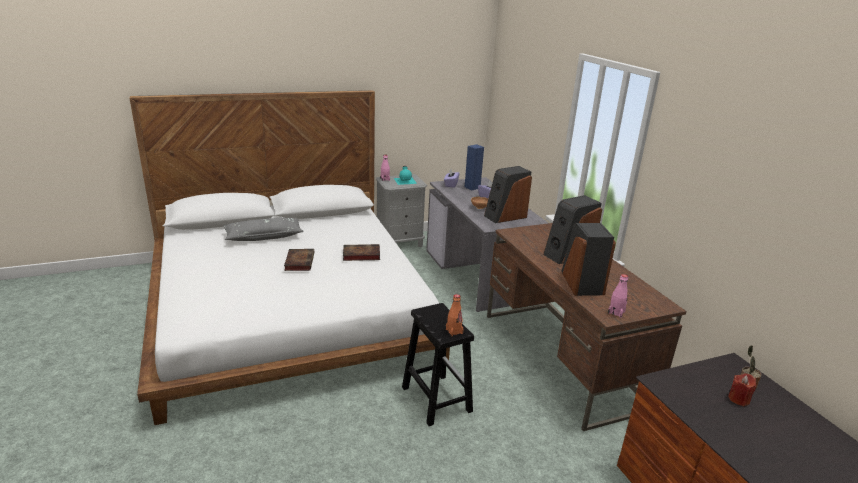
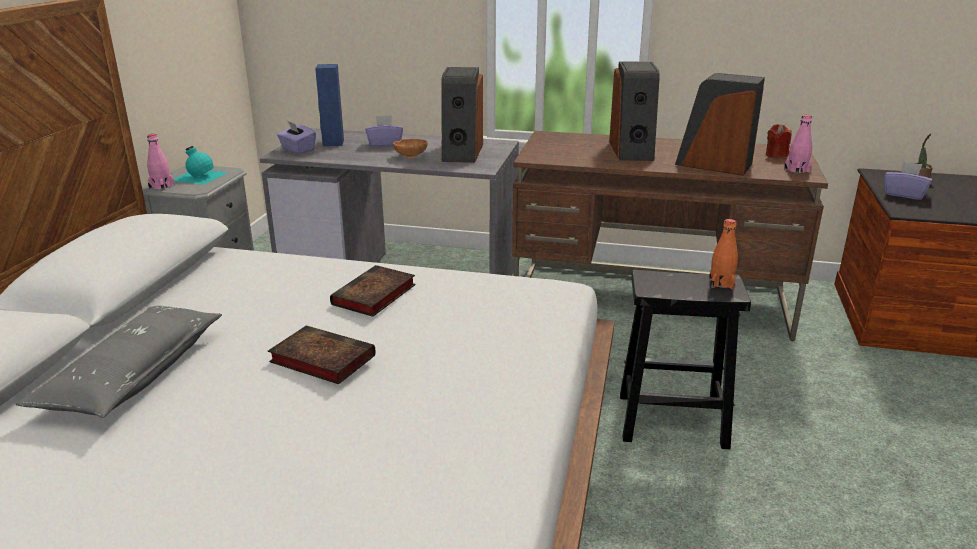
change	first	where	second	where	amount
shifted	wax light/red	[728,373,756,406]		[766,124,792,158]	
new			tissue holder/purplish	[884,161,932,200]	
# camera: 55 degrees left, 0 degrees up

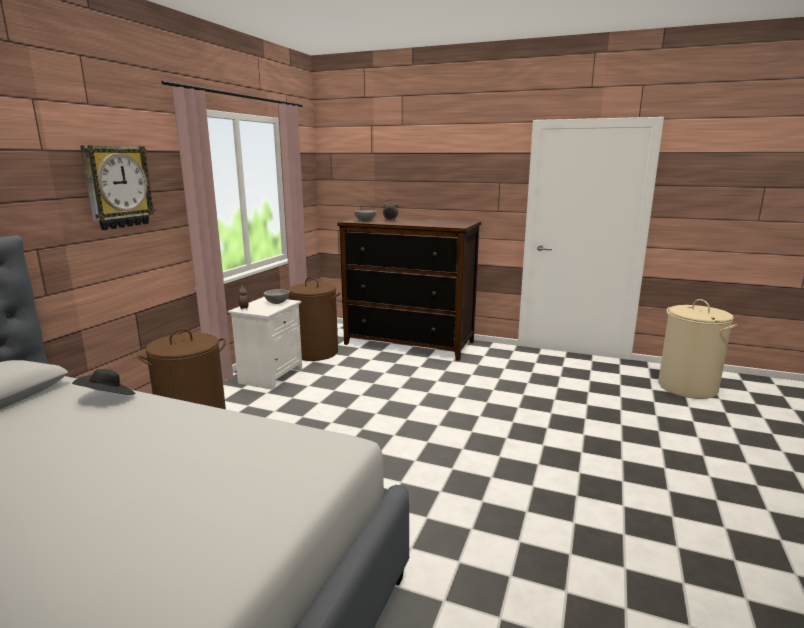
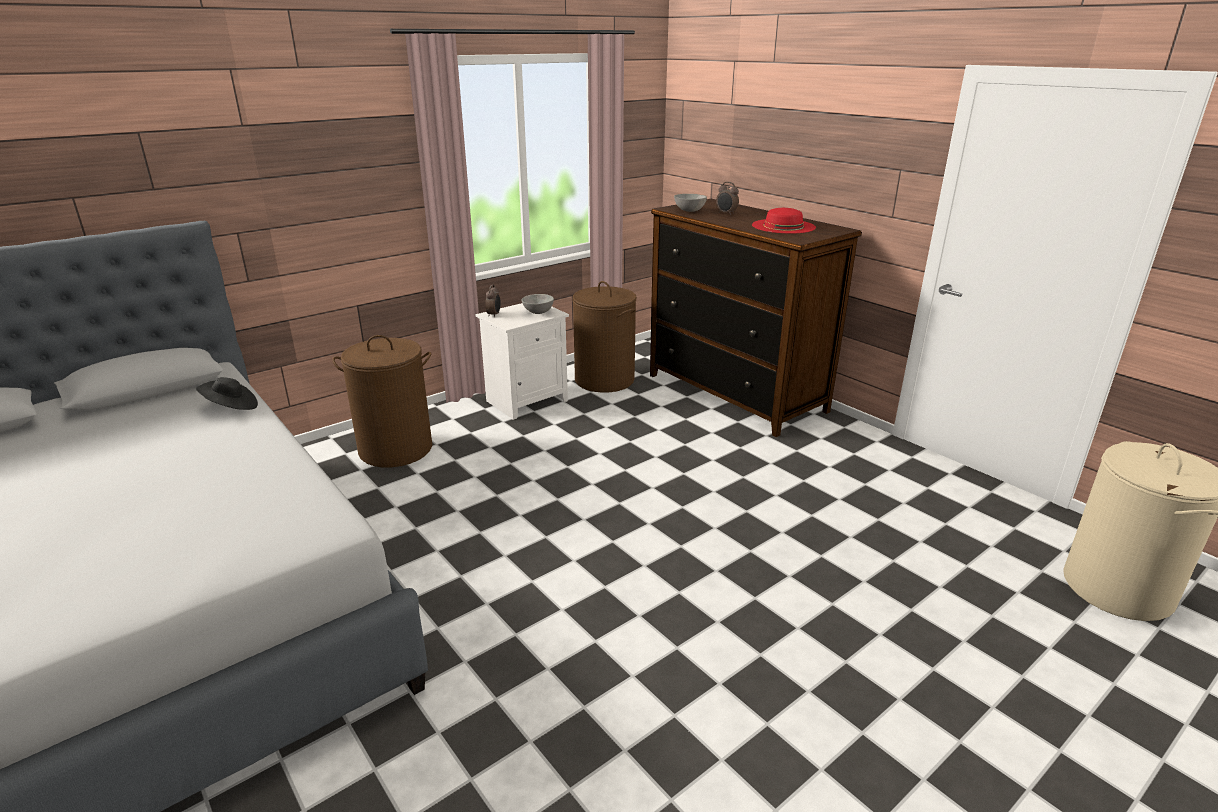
change	first	where	second	where	amount
new			wearable hat/red	[752,208,816,233]	
gone	hanging clock	[80,145,156,230]			
# camera: 30 degrees right, 10 degrees up

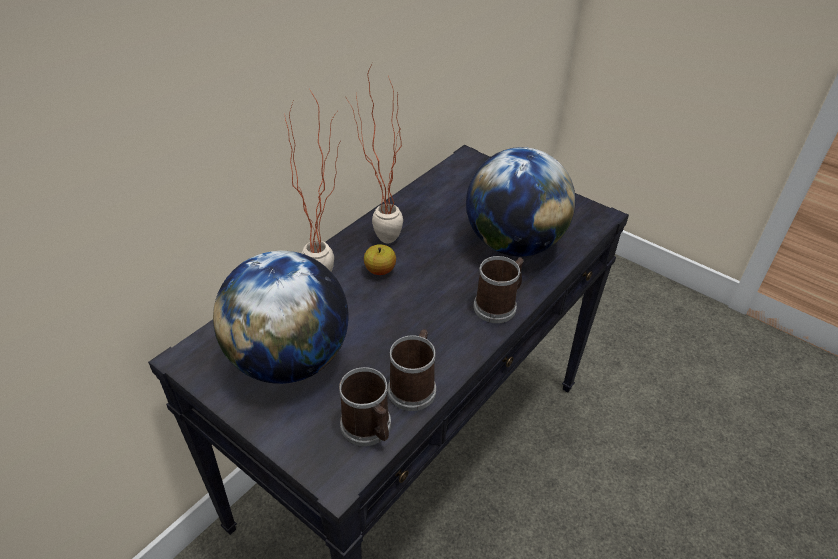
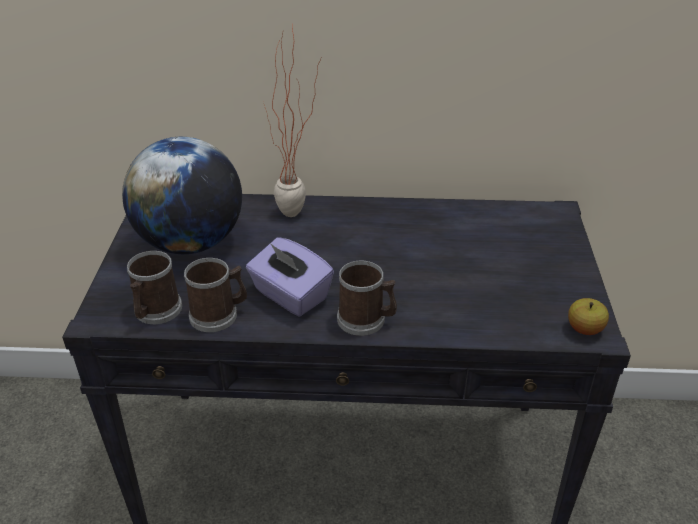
change	first	where	second	where	amount
new			tissue holder/purplish	[246,237,334,316]	
shifted	whole apple	[364,244,396,275]		[568,298,609,335]	
gone	potted plant	[346,63,403,243]			
gone	globe	[466,147,576,257]			
# camera: 55 degrees right, 5 degrees down

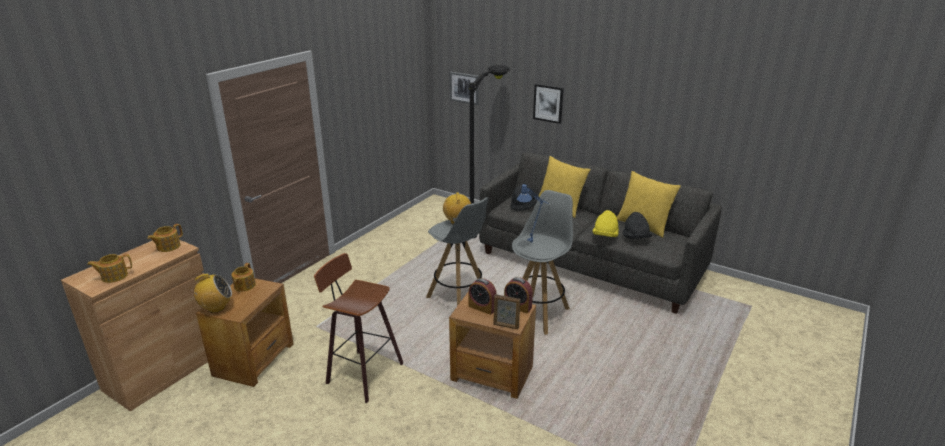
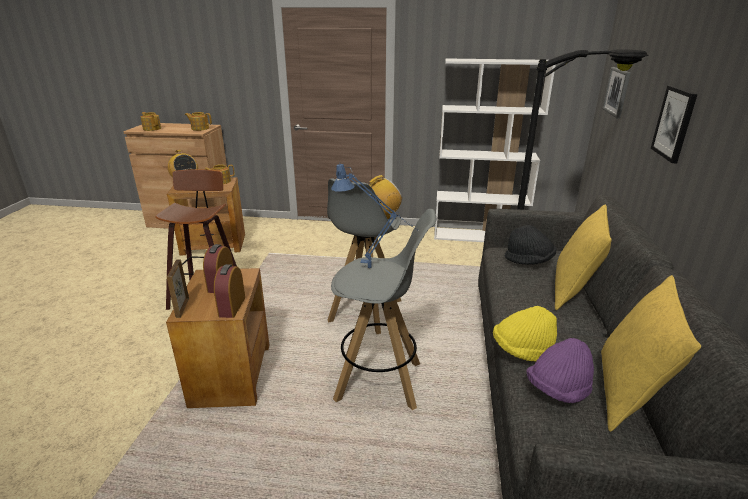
change	first	where	second	where	amount
new			bookcase/white	[434,58,556,242]	
repainted	wearable hat/black	[622,212,653,239]	wearable hat/purplish	[526,338,594,403]	
# camera: 65 degrees right, 0 degrees up

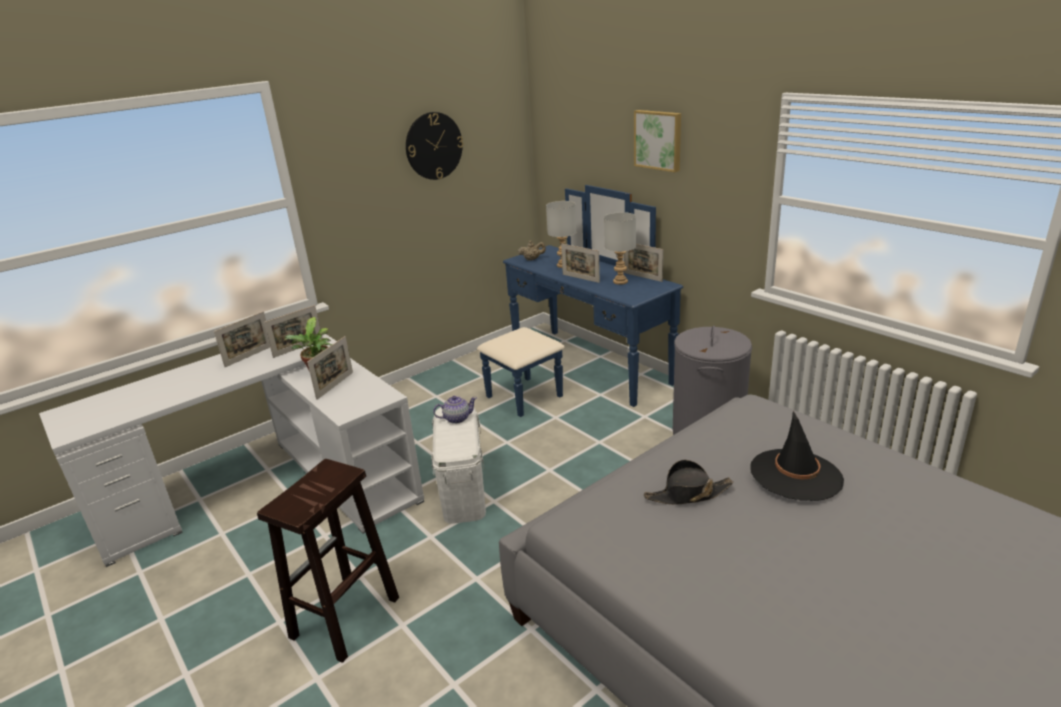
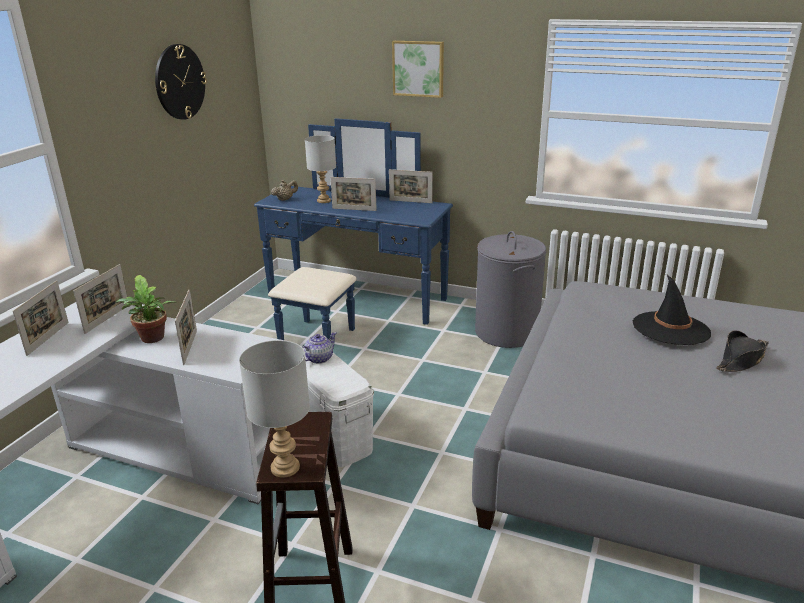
change	first	where	second	where	amount
shifted	tabletop lamp/gray	[604,212,636,285]		[239,340,310,478]	
shifted	wearable hat/black	[644,460,733,505]		[716,330,769,372]	
# camera: 30 degrees left, 0 degrees up

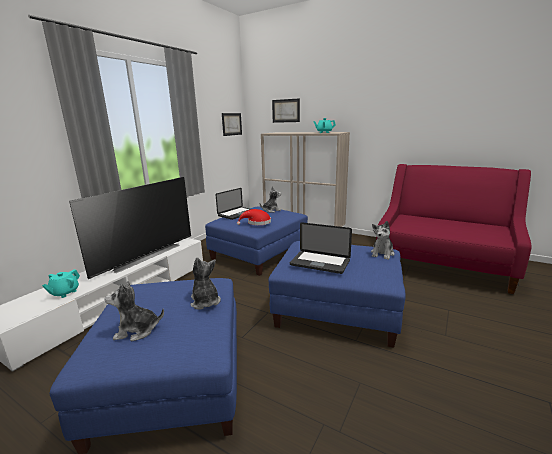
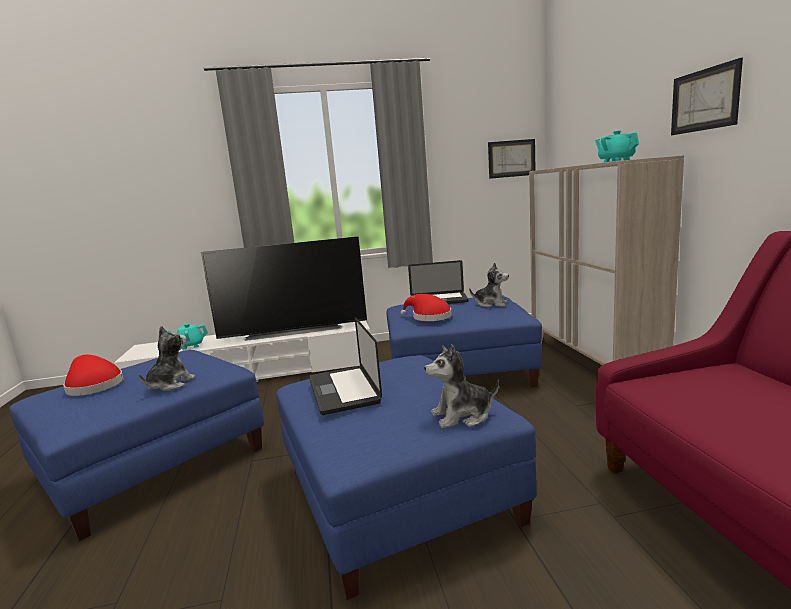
change	first	where	second	where	amount
swapped	cuddly toy	[105,281,164,342]	wearable hat/red	[63,355,123,396]	
shifted	wall art	[272,98,300,123]		[671,58,743,135]	
# camera: 50 degrees right, 5 degrees down

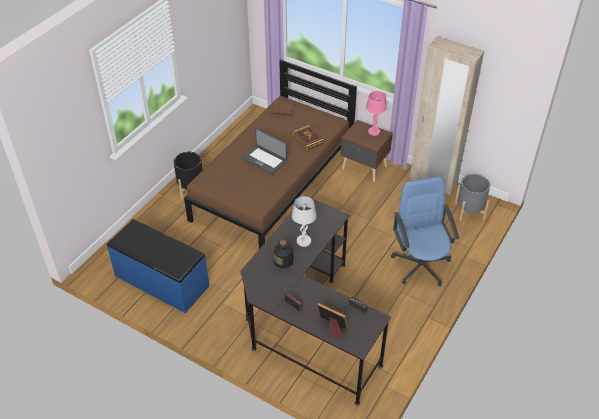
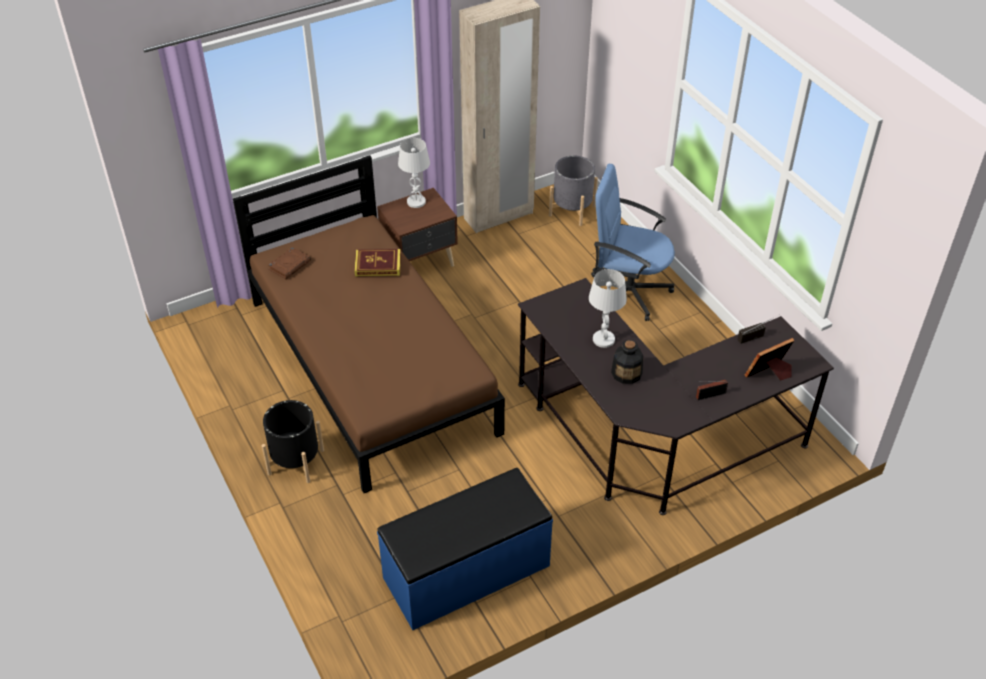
change	first	where	second	where	amount
repainted	tabletop lamp/pink-coloured	[366,91,387,136]	tabletop lamp/white	[398,138,430,208]	
gone	portable computer	[242,128,287,175]			
# camera: 60 degrees left, 0 degrees up

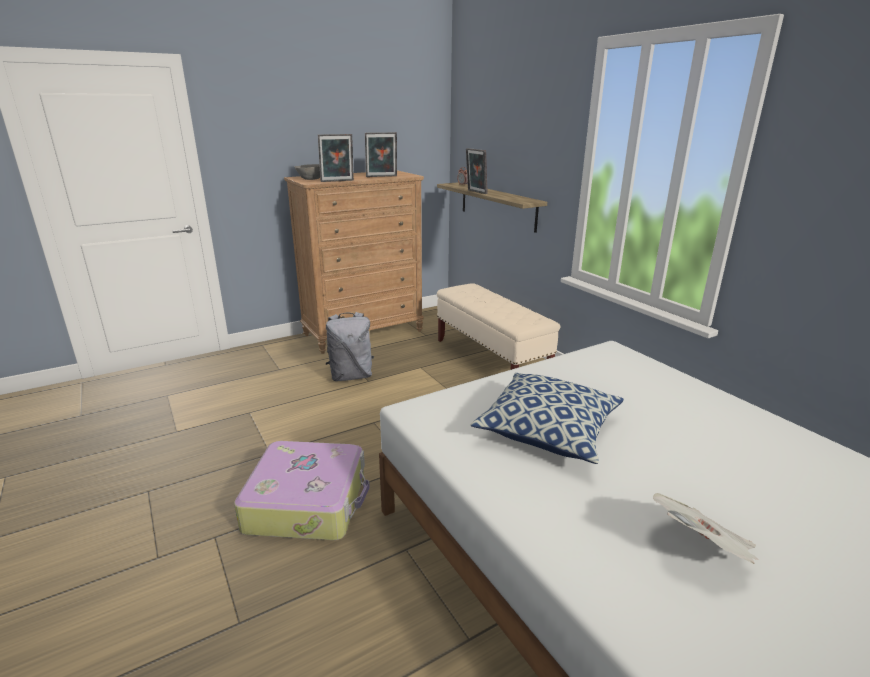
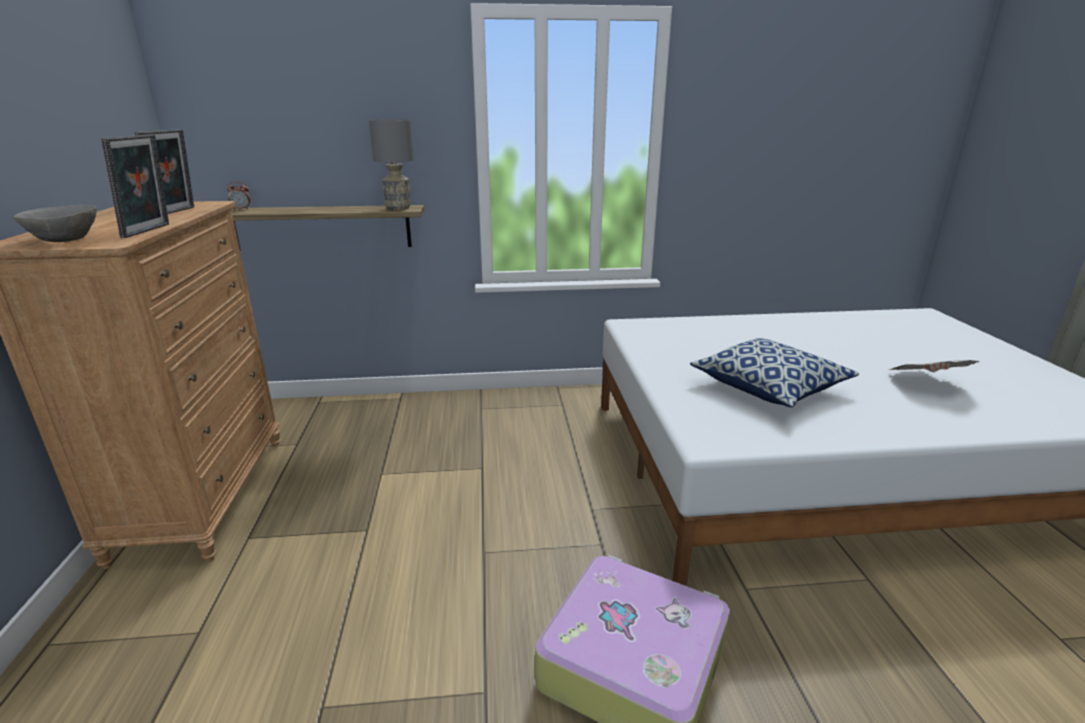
change	first	where	second	where	amount
new			tabletop lamp/gray	[369,119,414,210]	
gone	knapsack/gray	[326,312,374,381]			
gone	indoor bench/beige-coloured	[437,283,560,370]			
gone	picture frame	[466,148,488,194]			
# camera: 65 degrees left, 0 degrees up

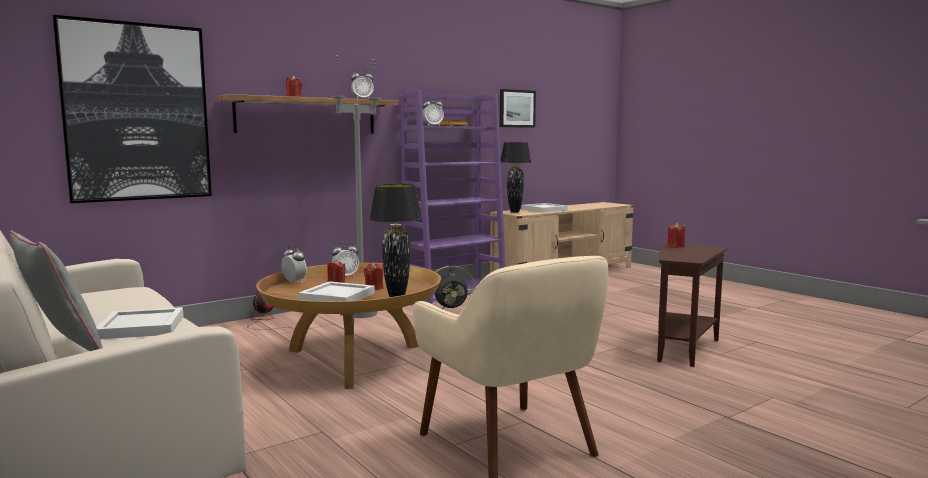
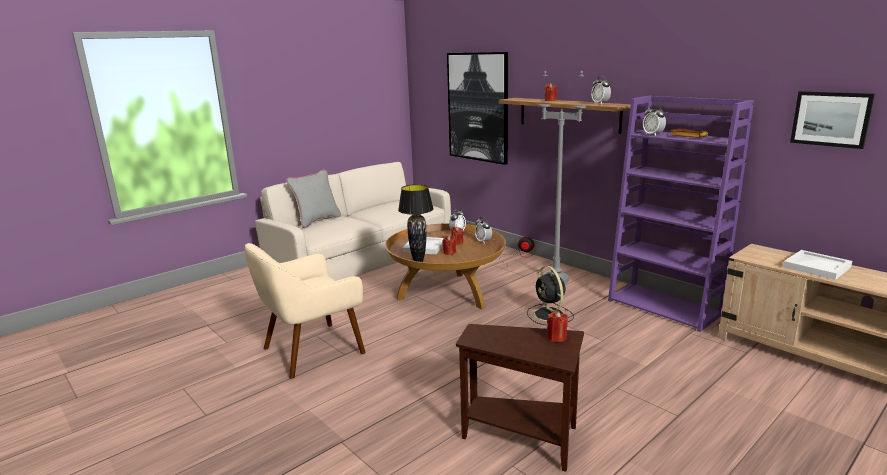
change	first	where	second	where	amount
gone	tray/white	[96,307,183,339]			
gone	tabletop lamp/black	[501,142,531,213]			
# camera: 85 degrees right, 10 degrees up

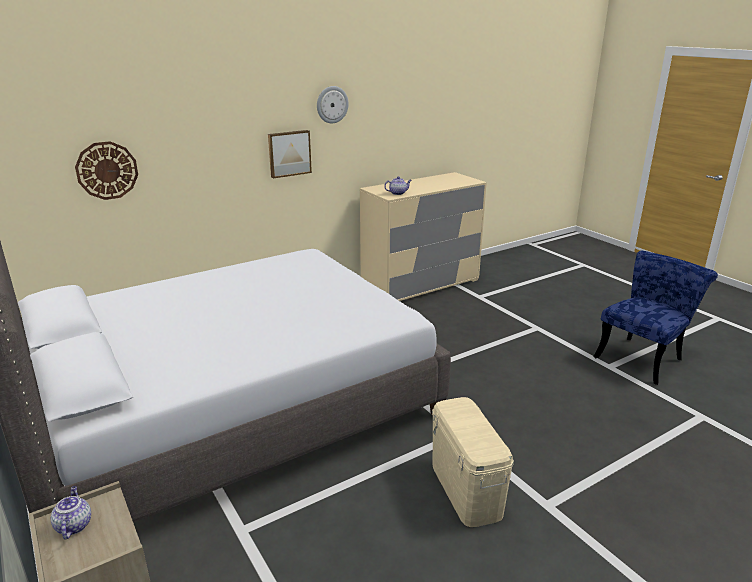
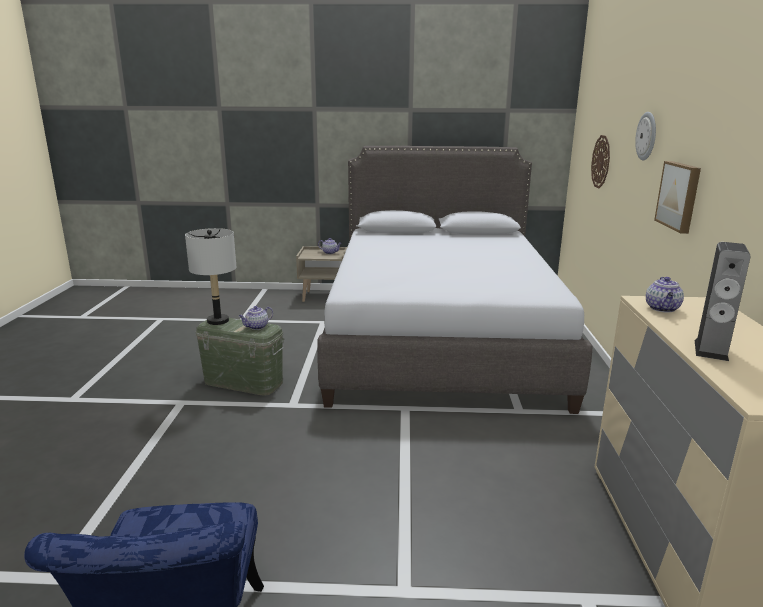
change	first	where	second	where	amount
new			tabletop lamp/gray	[185,228,236,325]	
repainted	storage bin/beige-coloured	[432,397,514,527]	storage bin/green	[196,318,285,396]	
new			pot for tea	[239,306,273,330]	
shifted	hanging clock	[317,86,349,124]		[635,112,656,160]	
new			loudspeaker	[695,242,751,361]	
# camera: 125 degrees right, 5 degrees down

